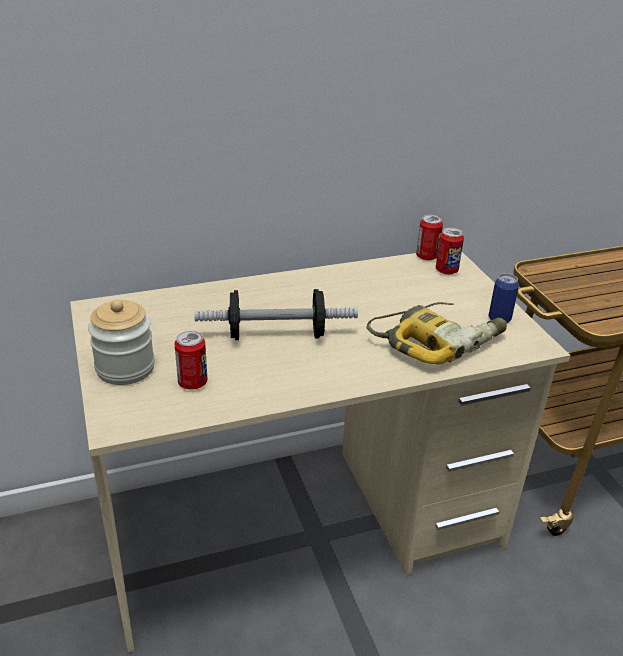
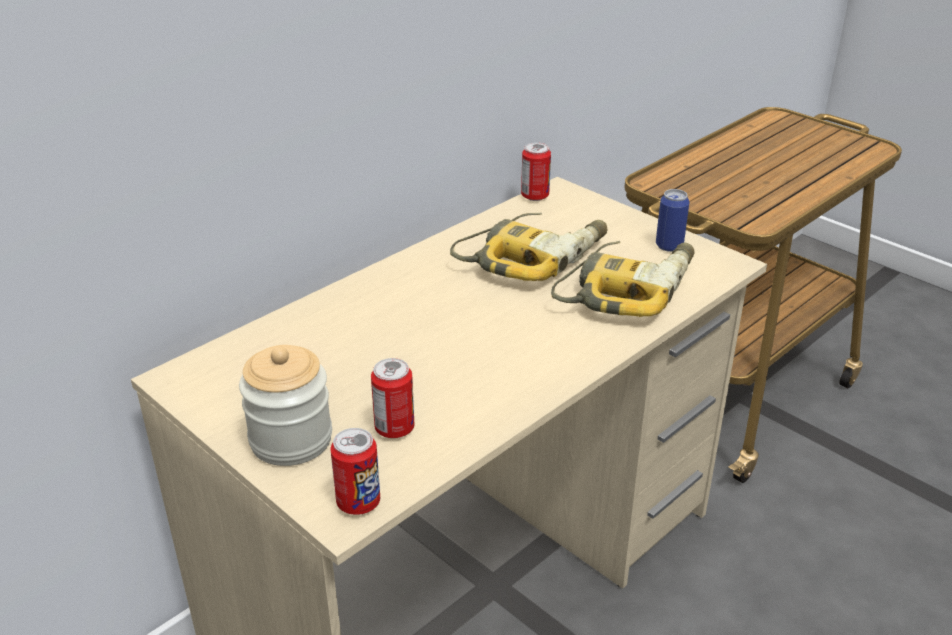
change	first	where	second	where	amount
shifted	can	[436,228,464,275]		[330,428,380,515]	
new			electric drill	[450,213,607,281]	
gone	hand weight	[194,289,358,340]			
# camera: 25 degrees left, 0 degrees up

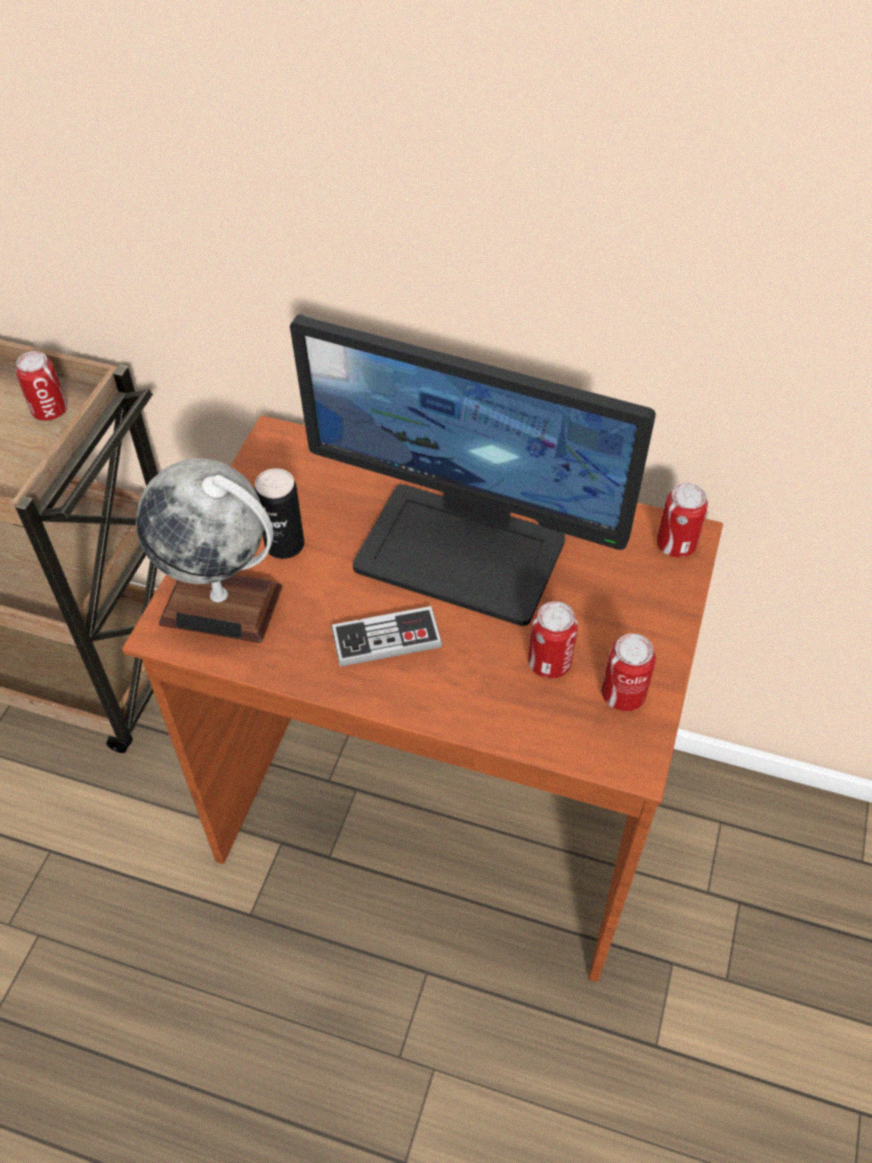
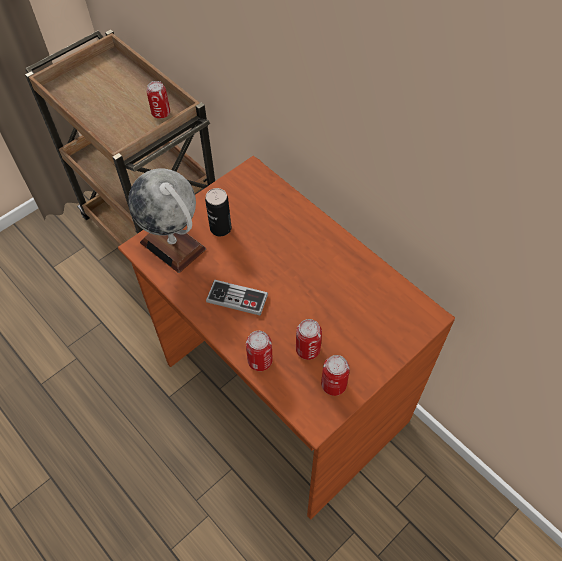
change	first	where	second	where	amount
shifted	can	[657,483,708,558]		[246,331,273,371]	
gone	monitor	[290,315,656,626]			
# camera: 30 degrees right, 5 degrees up

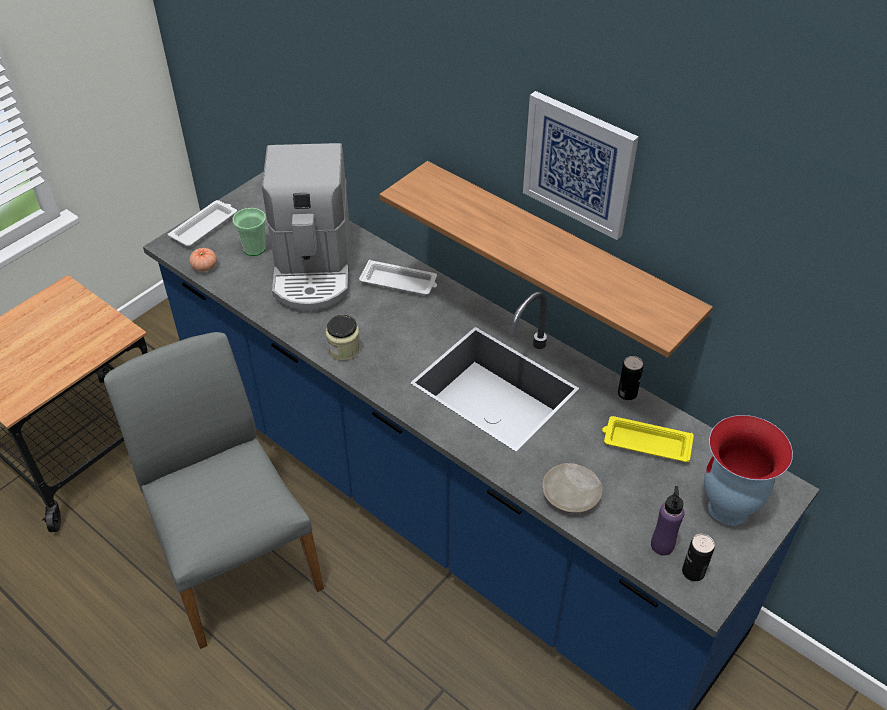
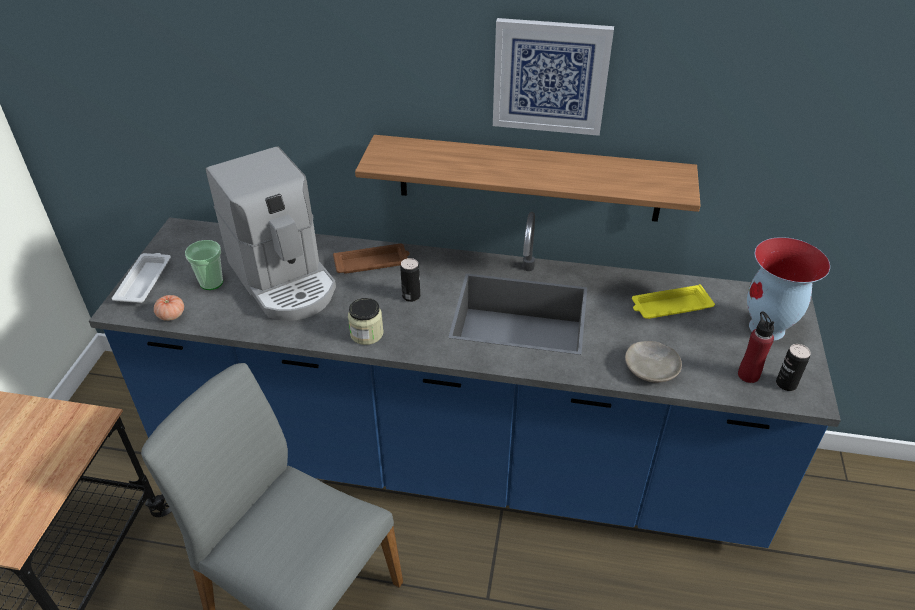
change	first	where	second	where	amount
repainted	tray/white	[359,260,437,295]	tray/brown	[333,244,410,274]	
shifted	can	[618,356,643,400]		[400,258,420,302]	
repainted	beverage bottle/purplish	[651,486,684,555]	beverage bottle/red	[738,312,775,383]	
# camera: 30 degrees left, 5 degrees down

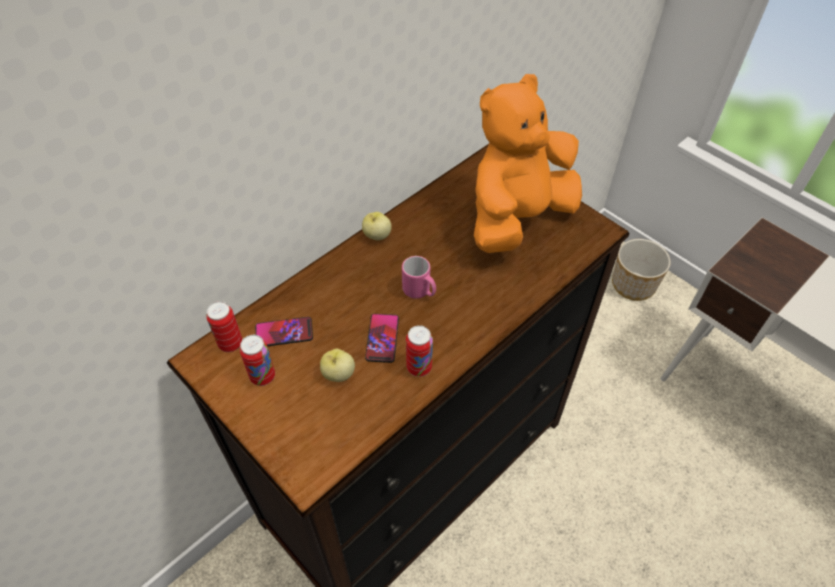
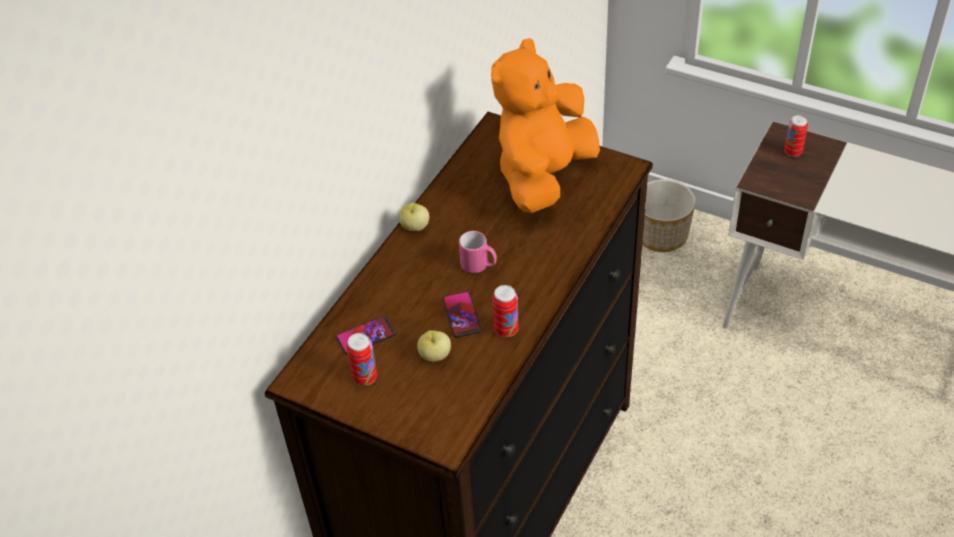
change	first	where	second	where	amount
shifted	can	[206,301,242,352]		[784,115,808,157]	
# camera: 15 degrees left, 5 degrees down

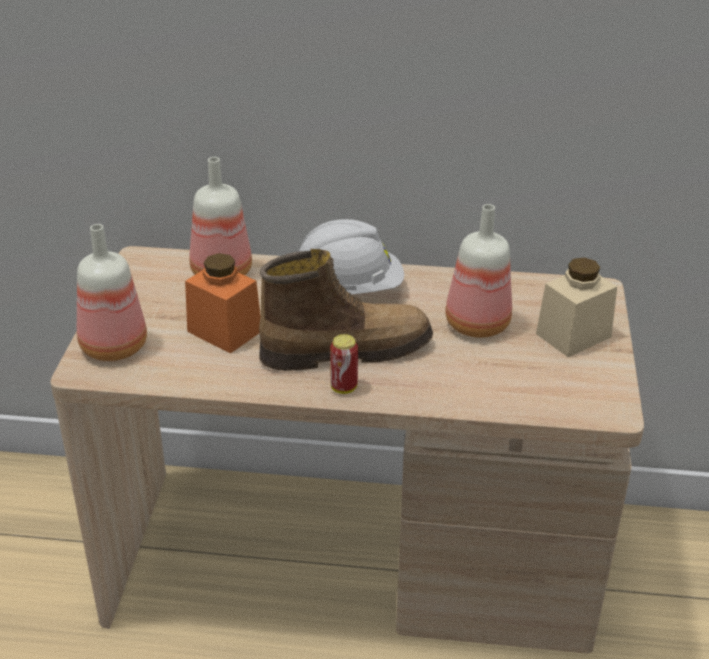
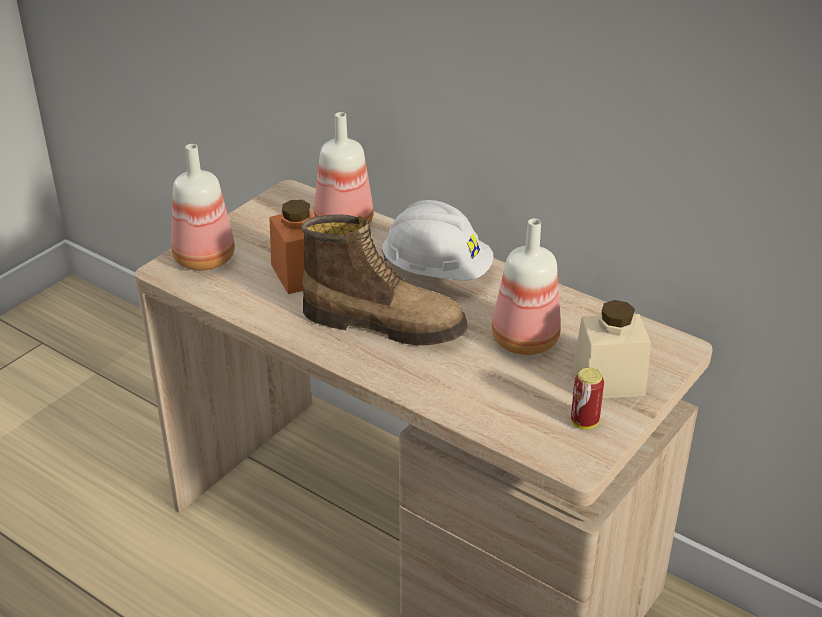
change	first	where	second	where	amount
shifted	can	[330,334,358,394]		[571,368,604,429]	
# camera: 30 degrees right, 0 degrees up

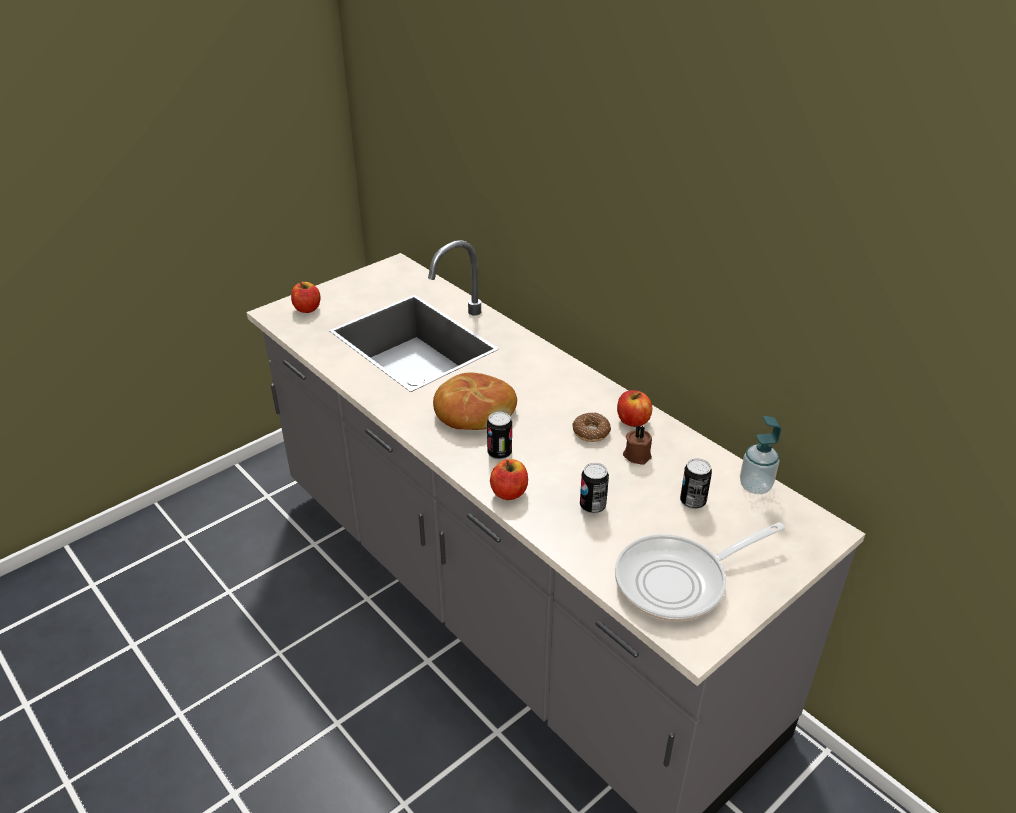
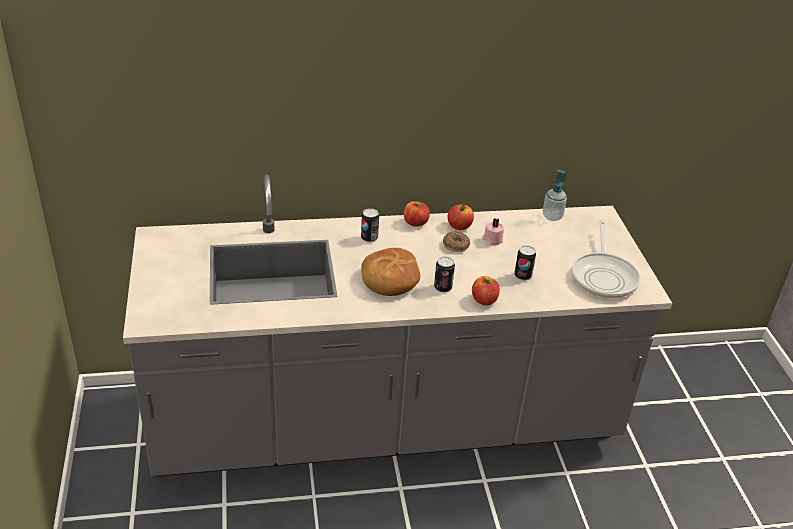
change	first	where	second	where	amount
shifted	can	[680,458,712,509]		[361,208,379,242]	
shifted	whole apple	[291,282,320,313]		[404,201,430,227]	
repainted	wax light/brown	[623,426,652,465]	wax light/pink-coloured	[482,218,504,245]	
# camera: 60 degrees left, 0 degrees up

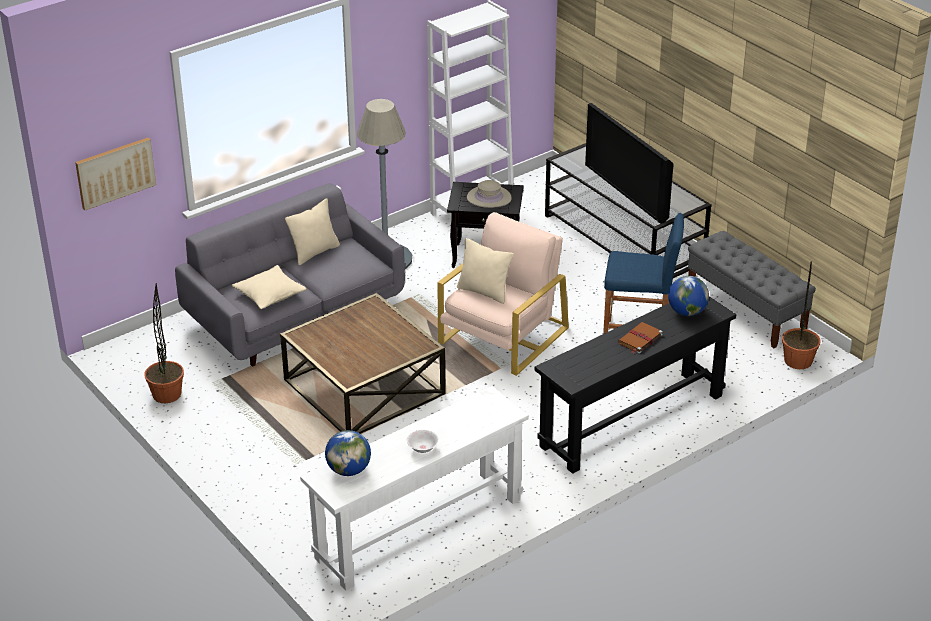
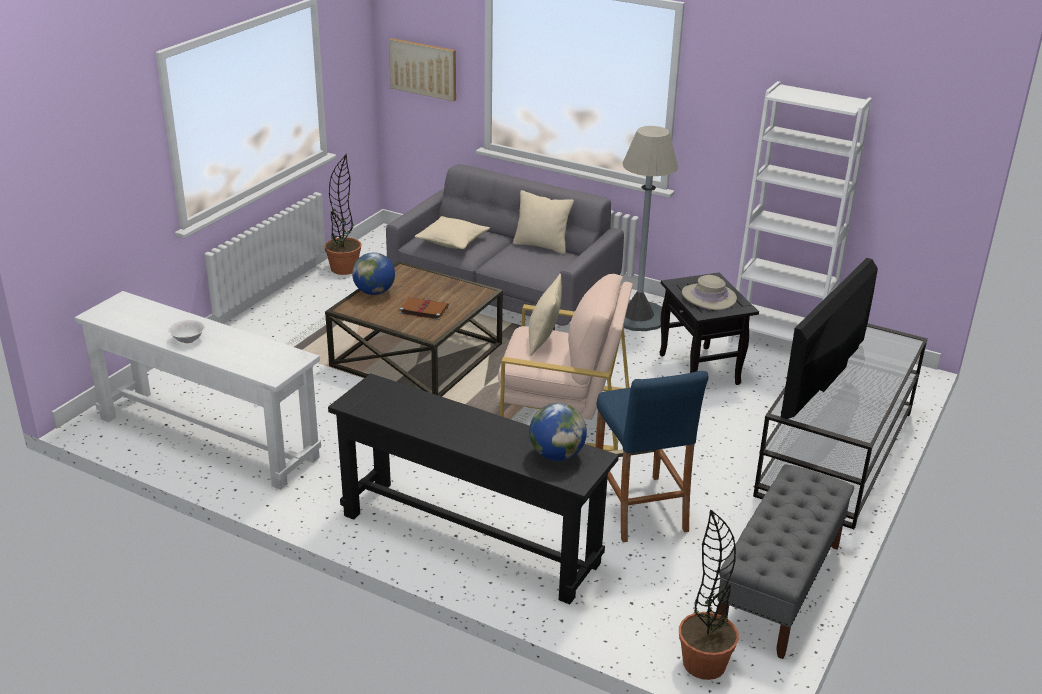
change	first	where	second	where	amount
shifted	globe	[325,430,371,476]		[352,252,395,295]	
shifted	book/brown	[618,322,663,353]		[398,297,449,320]	
# camera: 65 degrees right, 5 degrees down

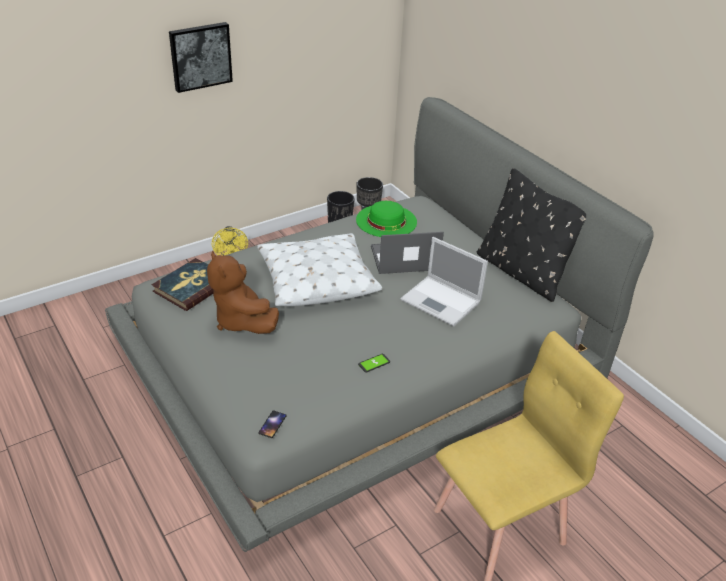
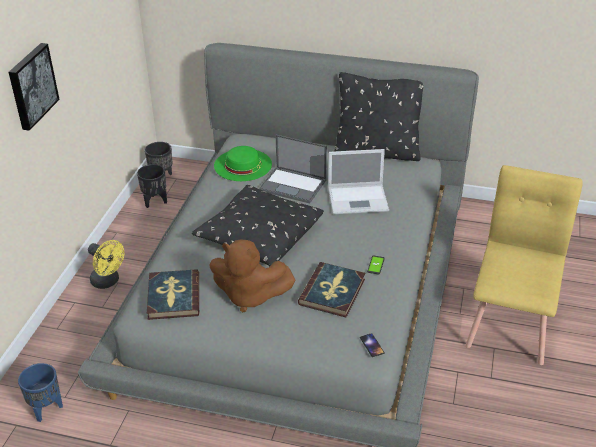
change	first	where	second	where	amount
new			planter/bluish	[18,363,63,422]	
repainted	throw pillow/white	[257,233,382,306]	throw pillow/black	[192,185,324,266]	
rotated	portable computer	[371,232,444,274]		[259,135,327,203]	105 degrees counterclockwise
new			book	[298,262,365,317]	
# camera: 40 degrees left, 0 degrees up

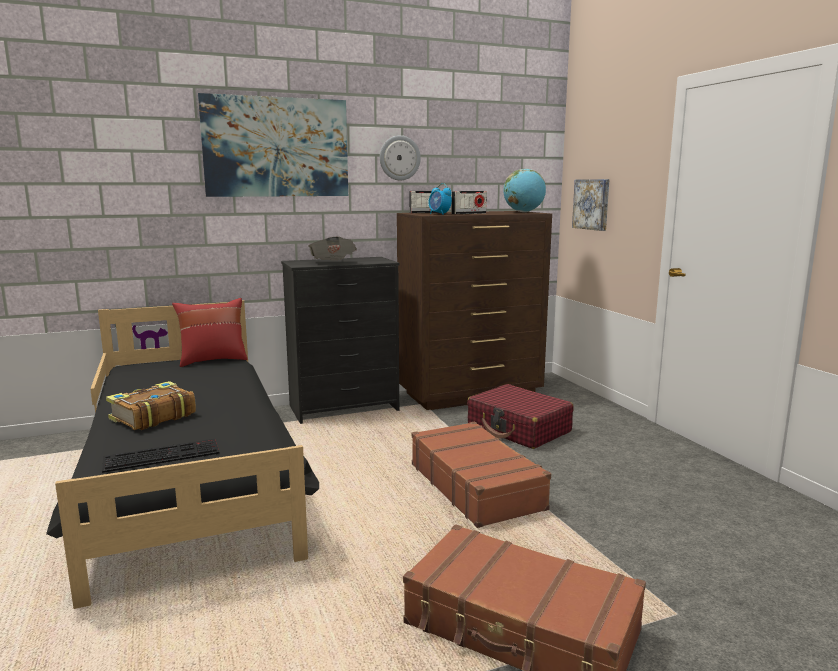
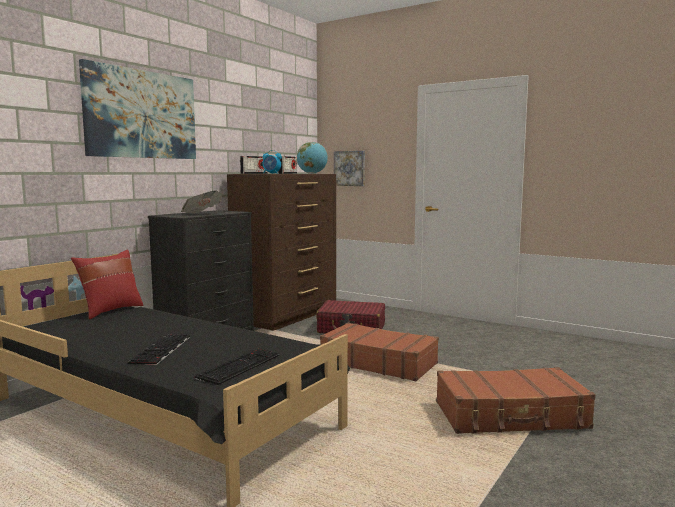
change	first	where	second	where	amount
swapped	book	[106,381,196,430]	computer keyboard	[128,334,190,365]	
gone	hanging clock	[380,135,421,181]			
# camera: 35 degrees left, 5 degrees down

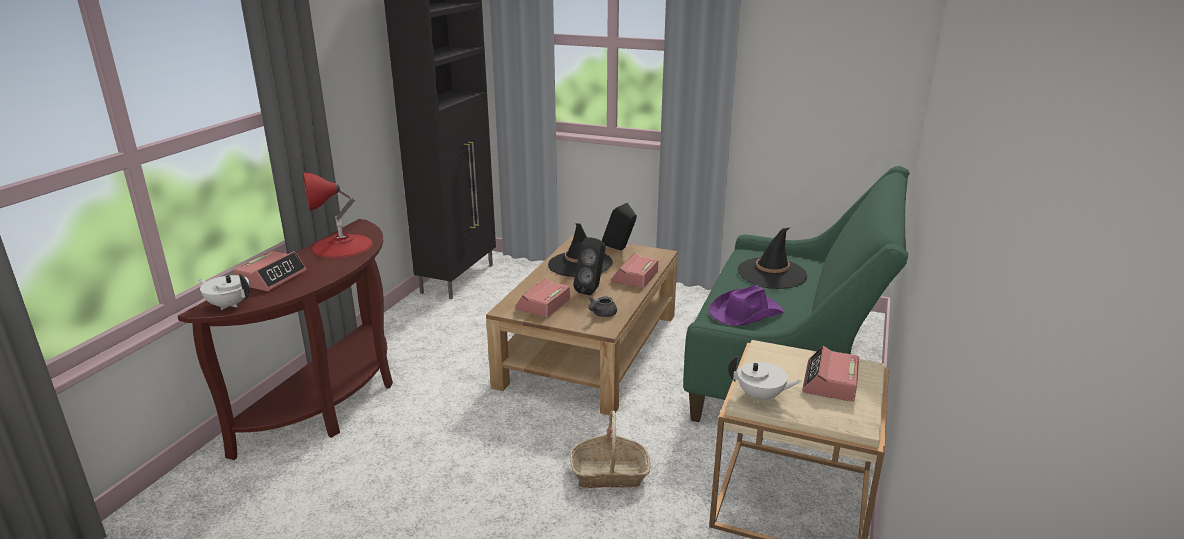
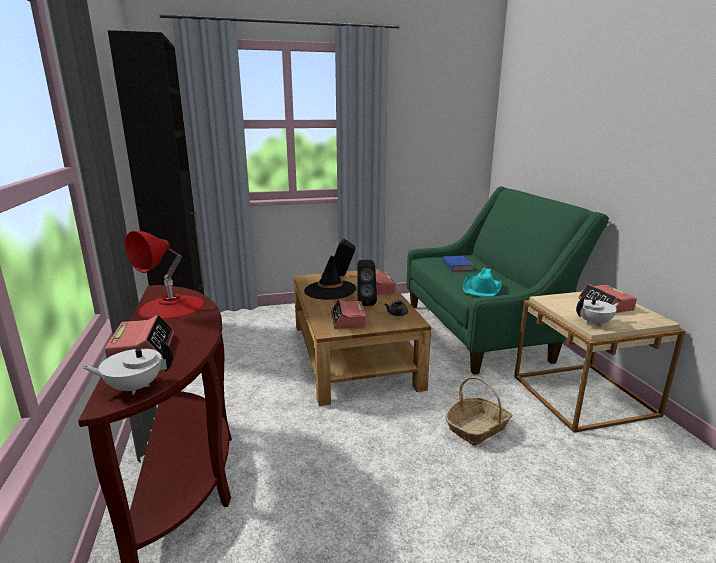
change	first	where	second	where	amount
swapped	wearable hat/black	[737,227,807,289]	book/bluish	[443,256,474,274]	
repainted	wearable hat/purplish	[709,285,784,326]	wearable hat/turquoise-coloured	[463,268,502,297]	
# camera: 35 degrees left, 5 degrees down

